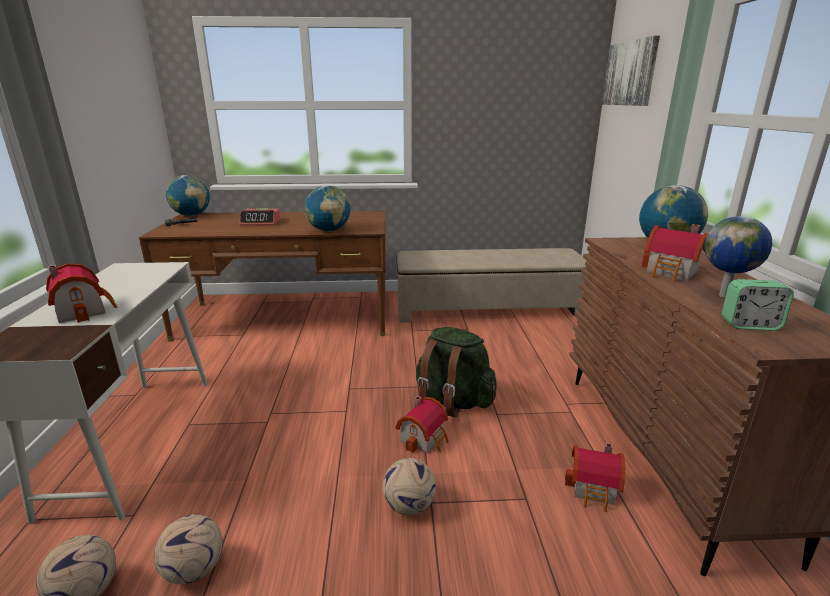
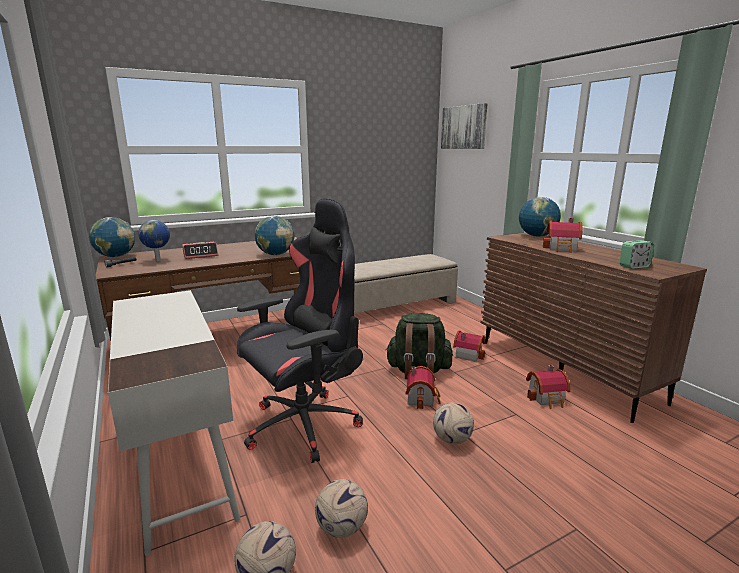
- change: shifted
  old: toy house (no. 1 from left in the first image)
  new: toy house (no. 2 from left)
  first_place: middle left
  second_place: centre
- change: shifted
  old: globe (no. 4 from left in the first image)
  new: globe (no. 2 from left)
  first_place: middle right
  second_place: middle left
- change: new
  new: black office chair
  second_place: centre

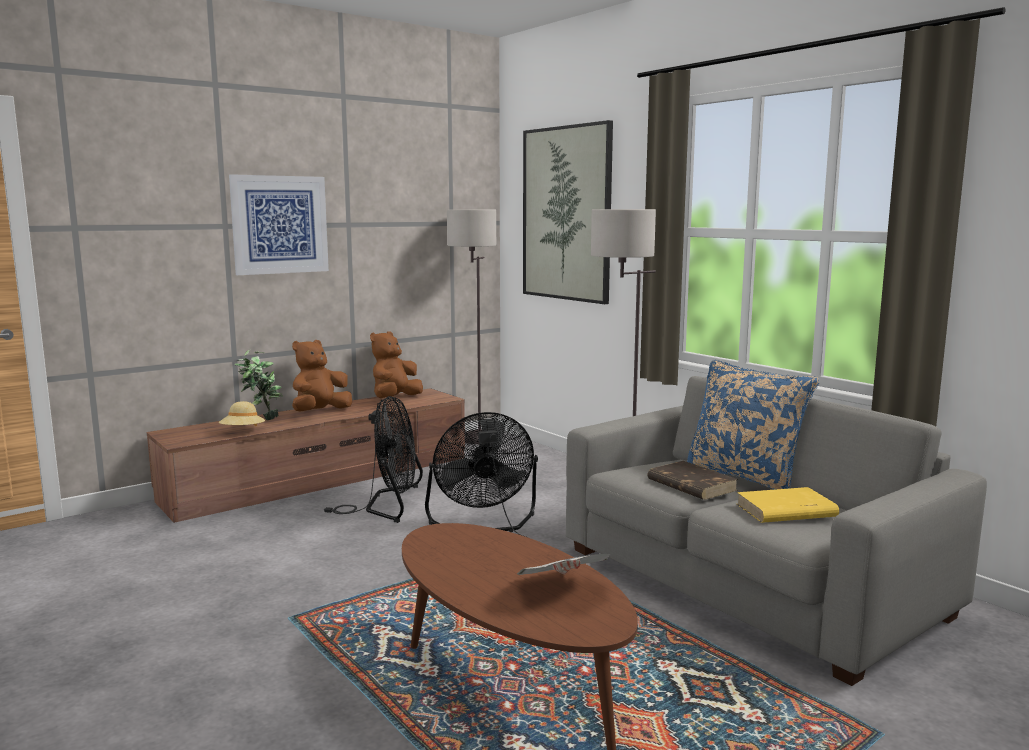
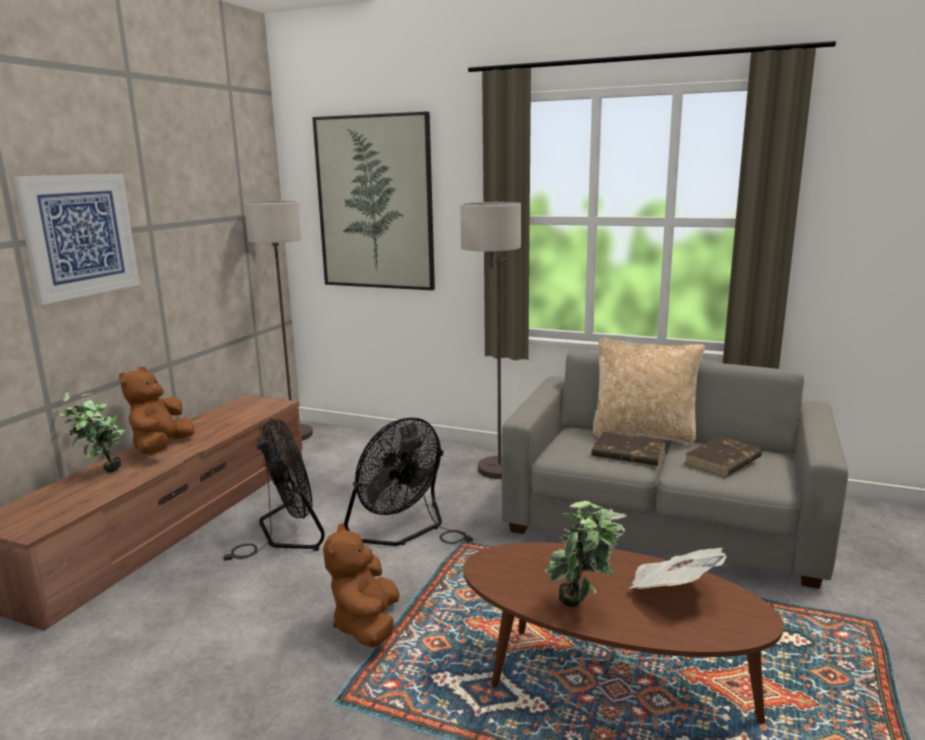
- change: gone
  old: beige hat
  first_place: middle left
- change: shifted
  old: brown plush toy (no. 2 from left)
  first_place: centre
  second_place: bottom centre
- change: repainted
  old: blue pillow
  new: beige pillow
  first_place: middle right
  second_place: middle right
- change: repainted
  old: yellow book
  new: brown book (no. 2 from left)
  first_place: bottom right
  second_place: middle right
- change: new
  new: potted plant (no. 2 from left)
  second_place: bottom centre

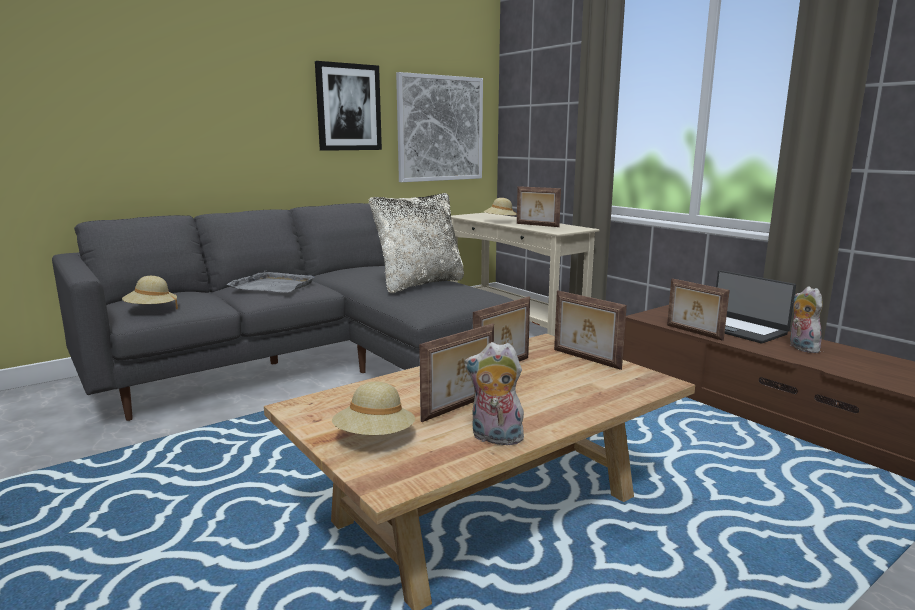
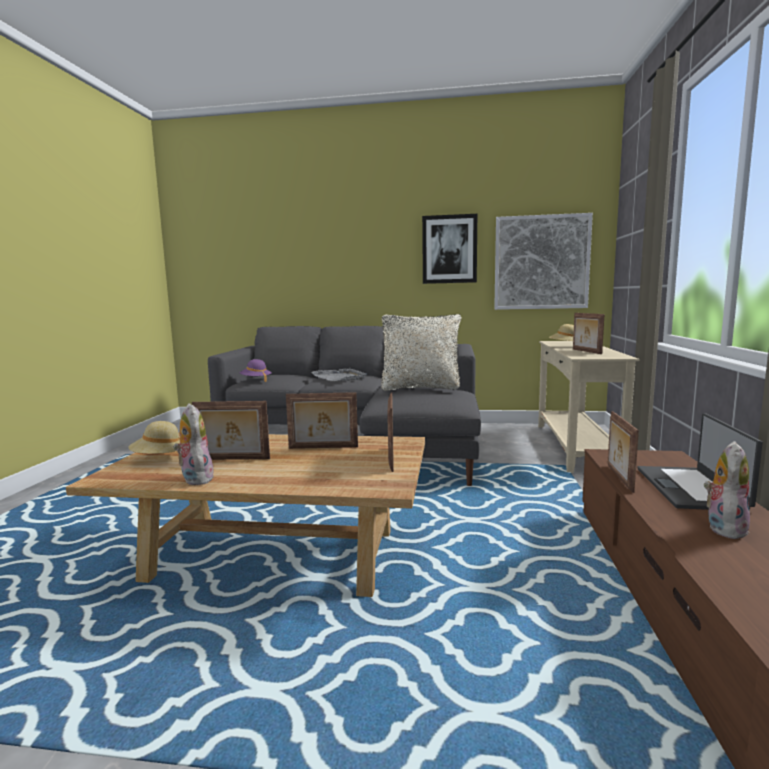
- change: repainted
  old: beige hat (no. 1 from left)
  new: purple hat
  first_place: middle left
  second_place: middle left

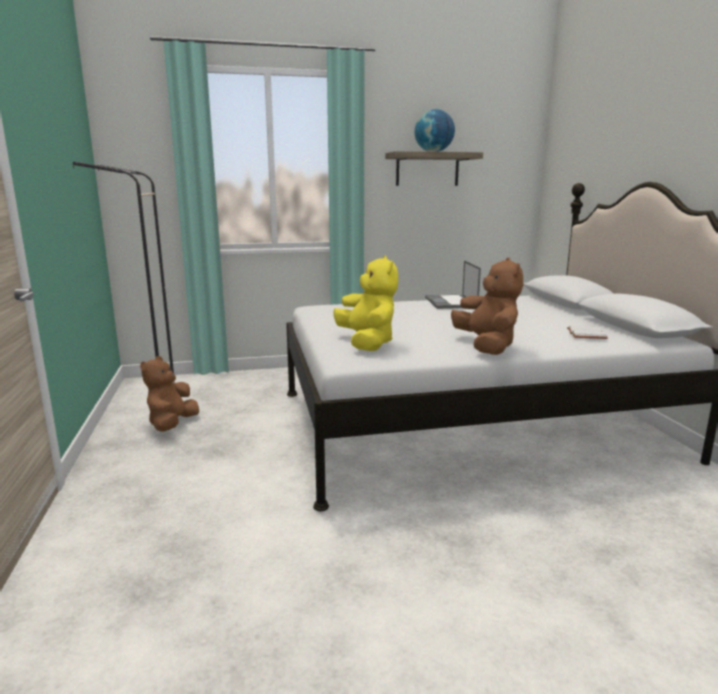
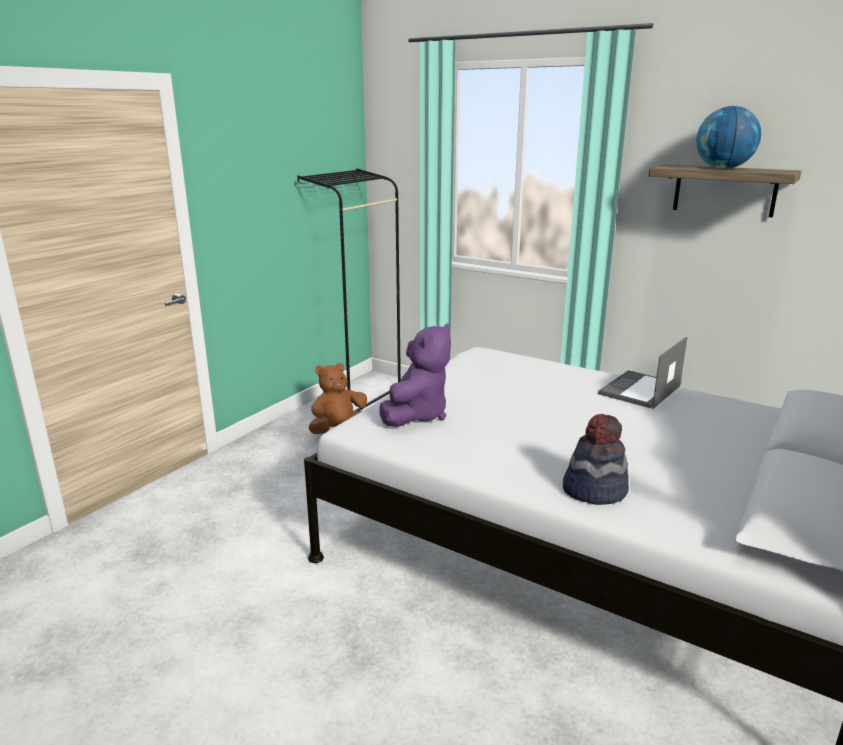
- change: repainted
  old: yellow plush toy
  new: purple plush toy
  first_place: centre
  second_place: centre
- change: gone
  old: brown plush toy (no. 2 from left)
  first_place: middle right
- change: gone
  old: white book
  first_place: middle right
- change: new
  new: hat
  second_place: middle right

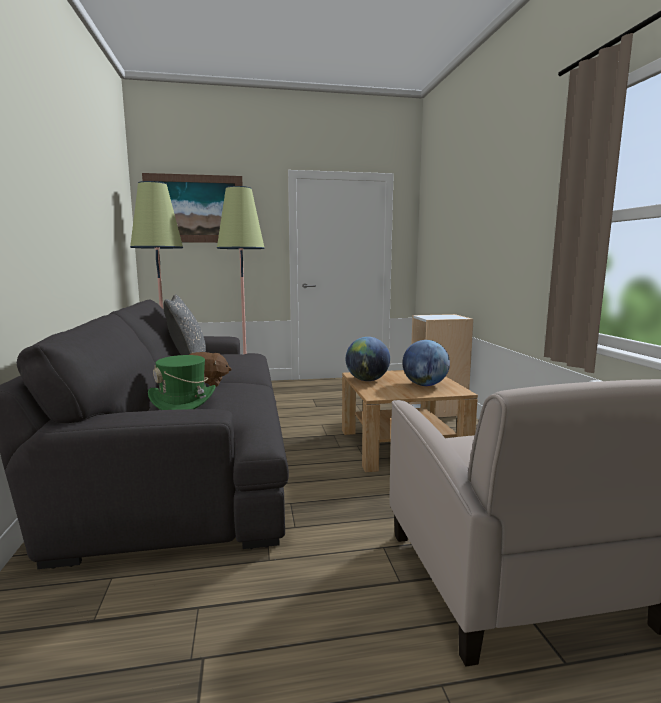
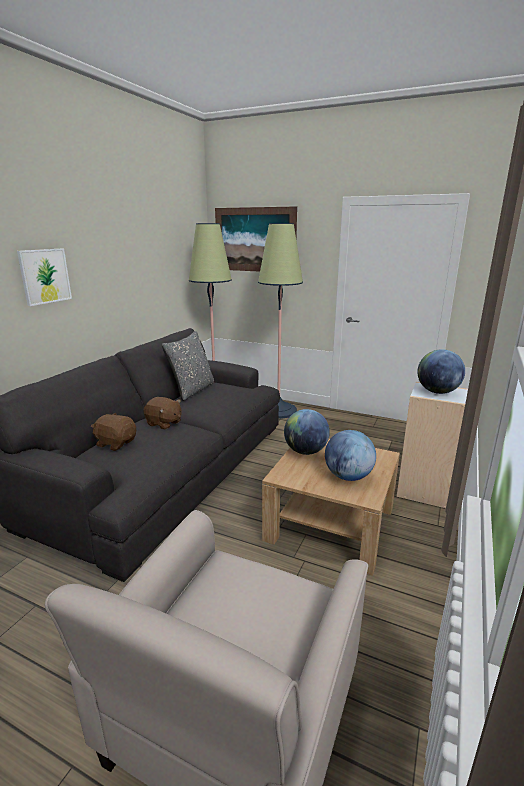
- change: swapped
  old: green hat
  new: brown plush toy (no. 1 from left)
  first_place: middle left
  second_place: middle left
- change: new
  new: picture (no. 1 from left)
  second_place: middle left
- change: new
  new: globe (no. 3 from left)
  second_place: middle right

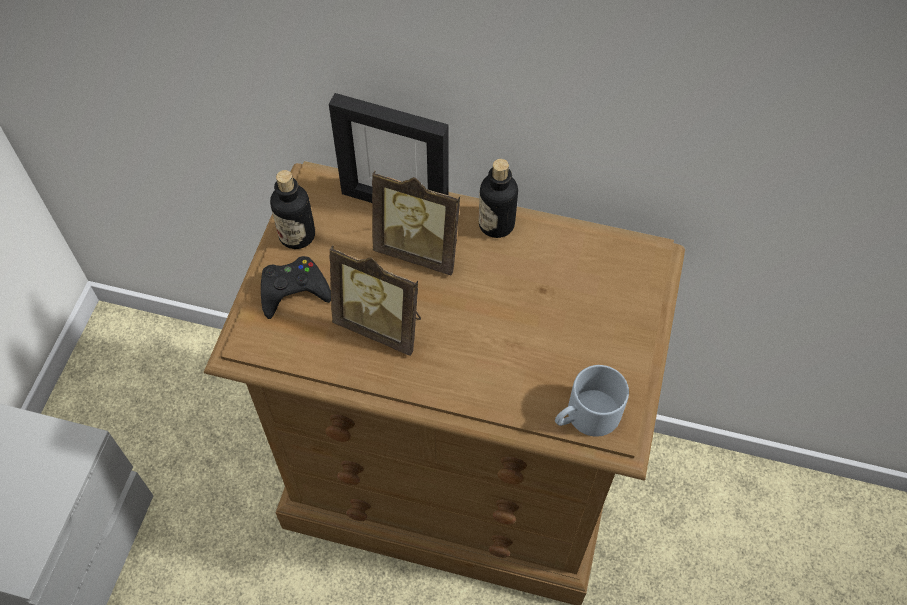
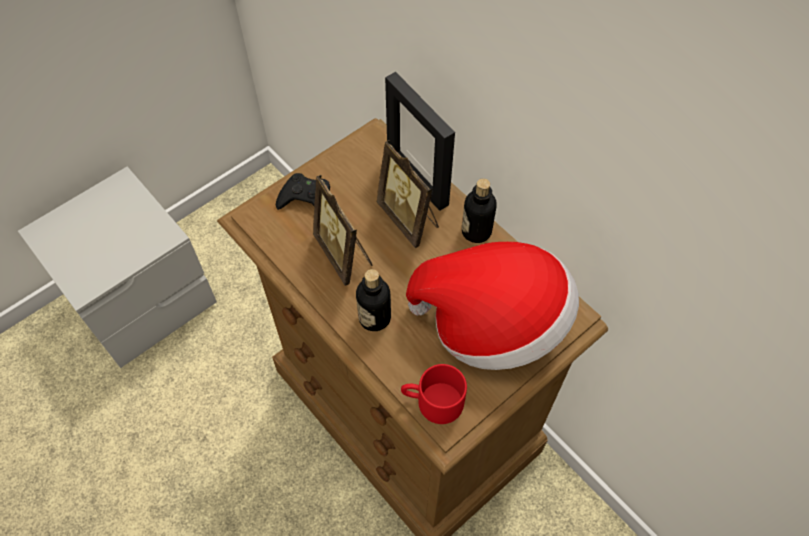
- change: shifted
  old: bottle (no. 1 from left)
  first_place: middle left
  second_place: centre
- change: repainted
  old: grey mug
  new: red mug
  first_place: centre
  second_place: bottom centre
- change: new
  new: hat
  second_place: centre

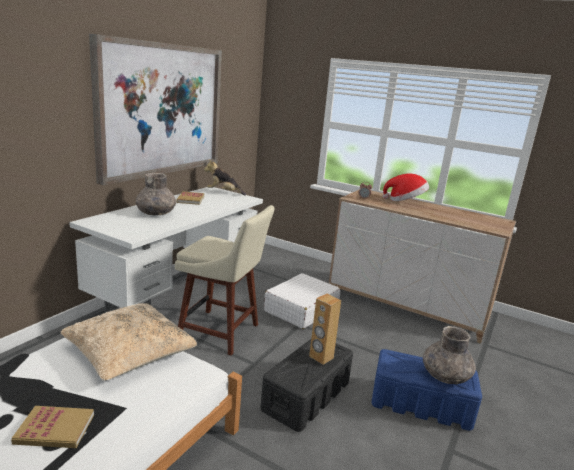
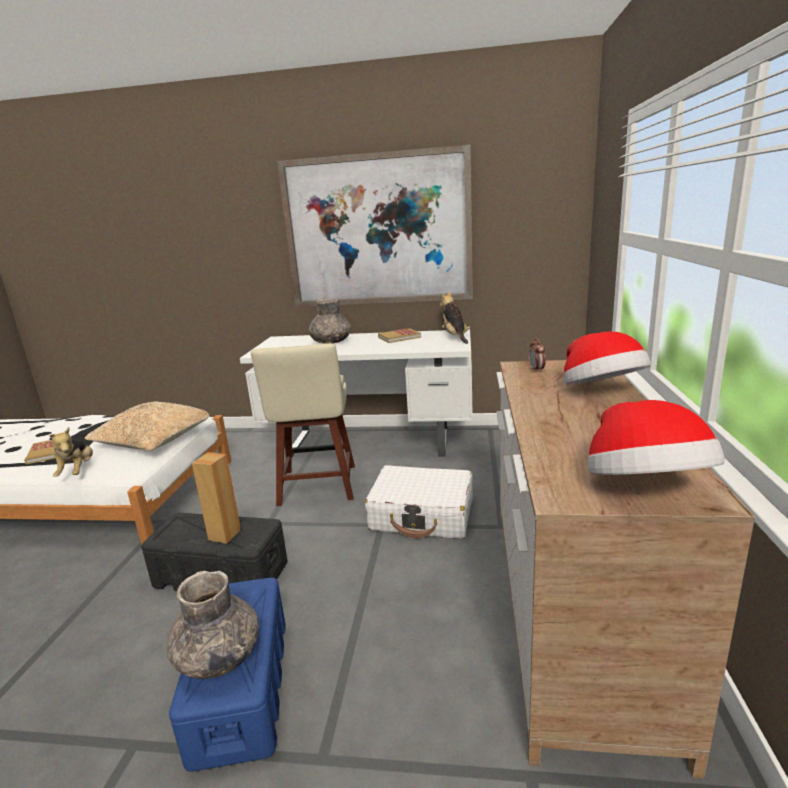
- change: new
  new: plush toy (no. 1 from left)
  second_place: middle left
- change: new
  new: hat (no. 2 from left)
  second_place: middle right

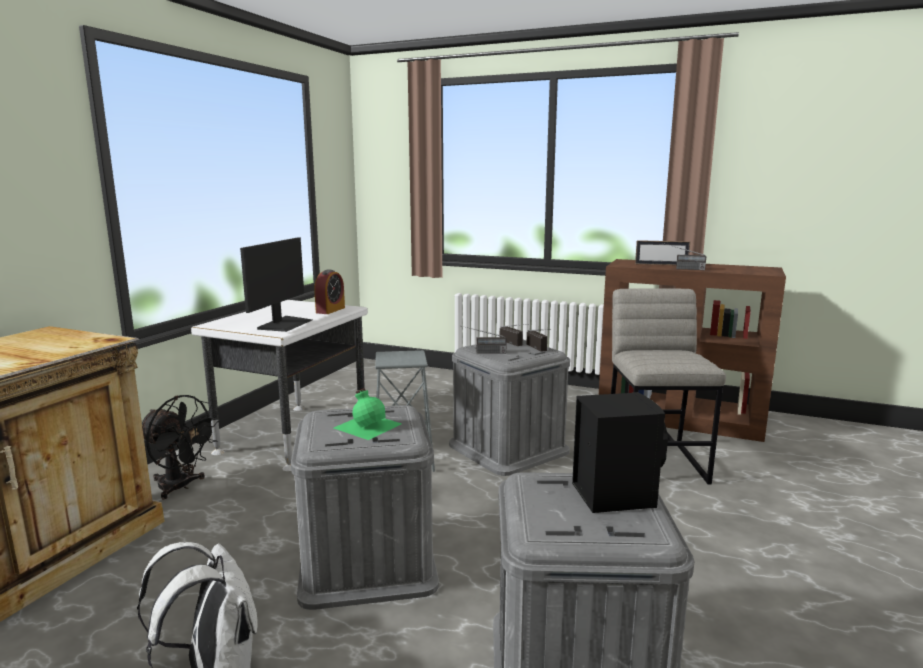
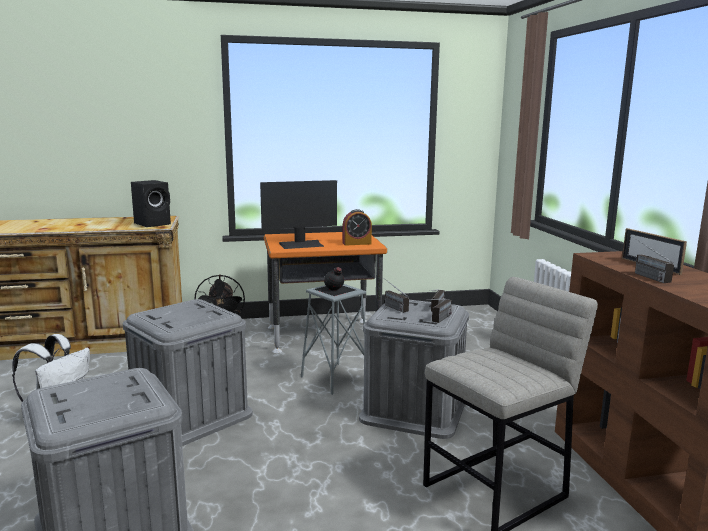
- change: repainted
  old: white desk
  new: orange desk
  first_place: middle left
  second_place: centre
- change: gone
  old: green bottle
  first_place: centre
- change: shifted
  old: black speaker
  first_place: bottom right
  second_place: middle left
- change: new
  new: black bottle
  second_place: centre

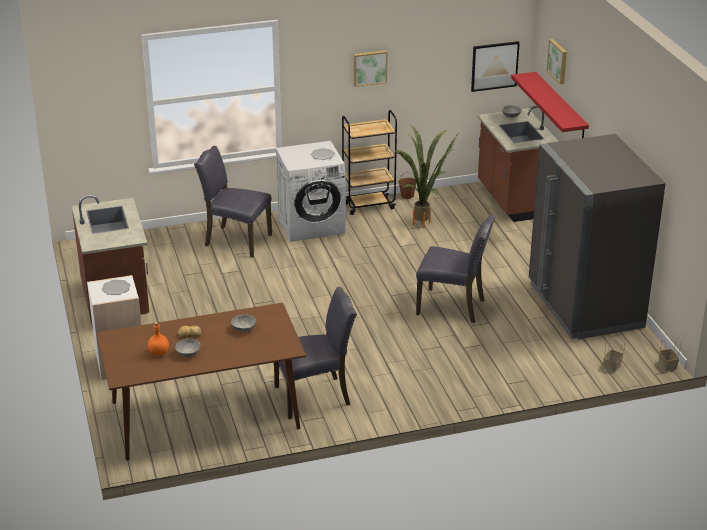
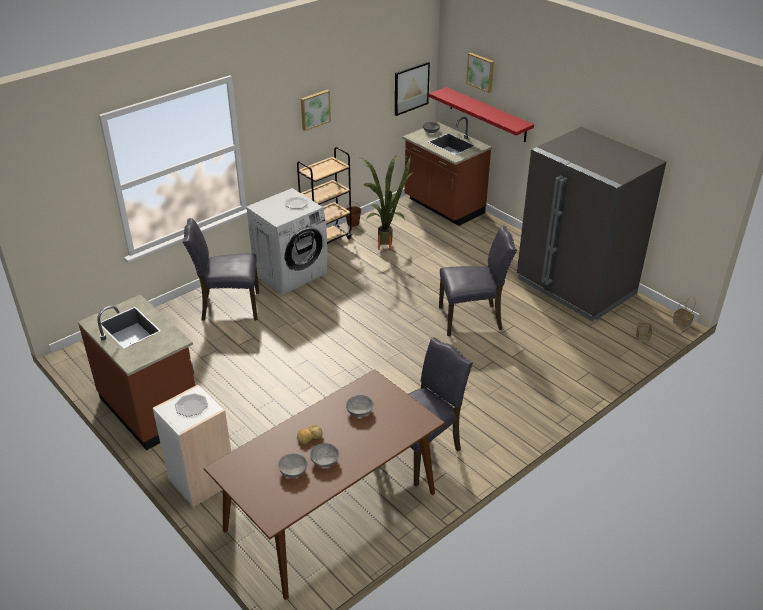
- change: swapped
  old: orange bottle
  new: grey bowl (no. 1 from left)
  first_place: middle left
  second_place: bottom centre

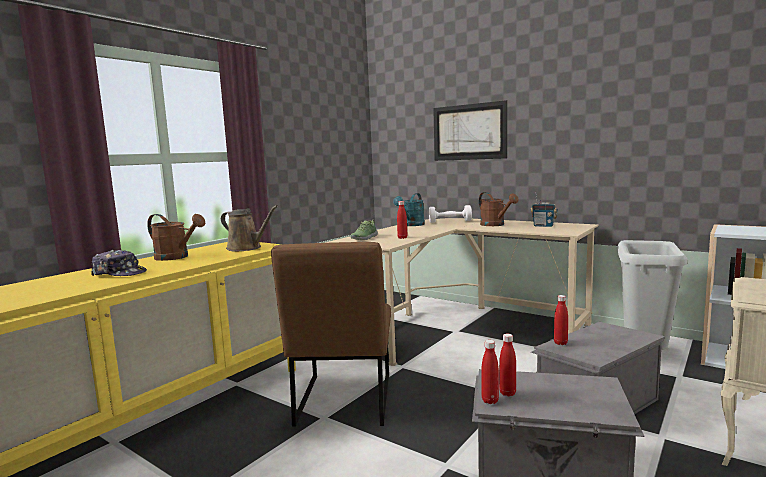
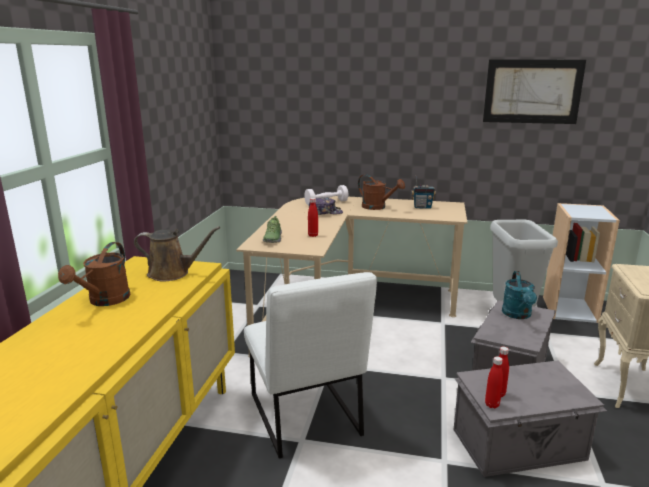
- change: shifted
  old: cap
  first_place: middle left
  second_place: centre
- change: rotated
  old: brown watering can (no. 1 from left)
  first_place: middle left
  second_place: middle left
  degrees: 105
- change: repainted
  old: brown chair
  new: white chair
  first_place: bottom centre
  second_place: bottom centre
- change: shifted
  old: turquoise watering can
  first_place: centre
  second_place: middle right
- change: shifted
  old: picture
  first_place: top centre
  second_place: top right
- change: gone
  old: red bottle (no. 4 from left)
  first_place: bottom right

